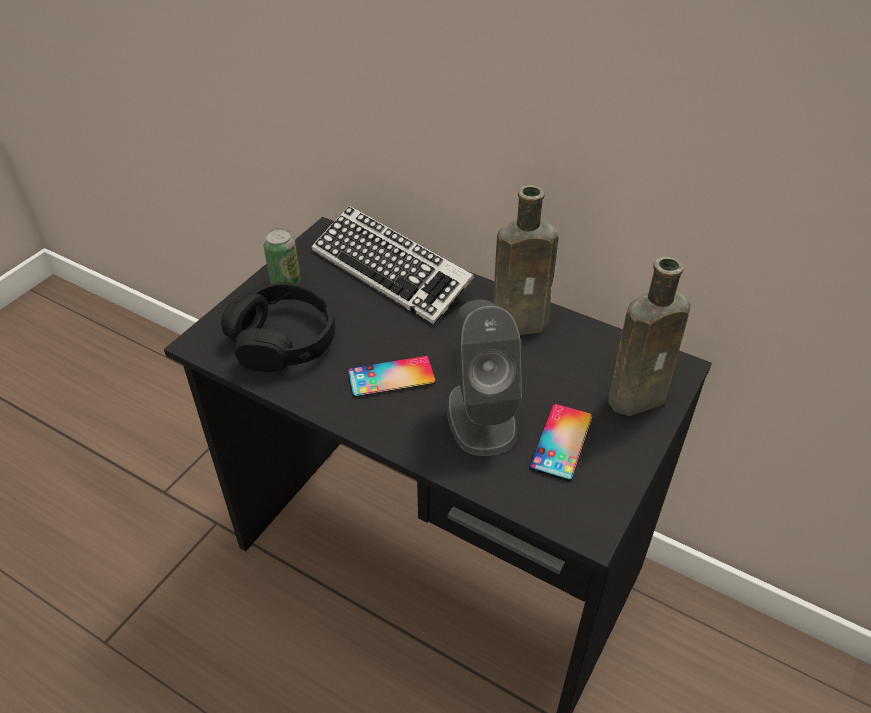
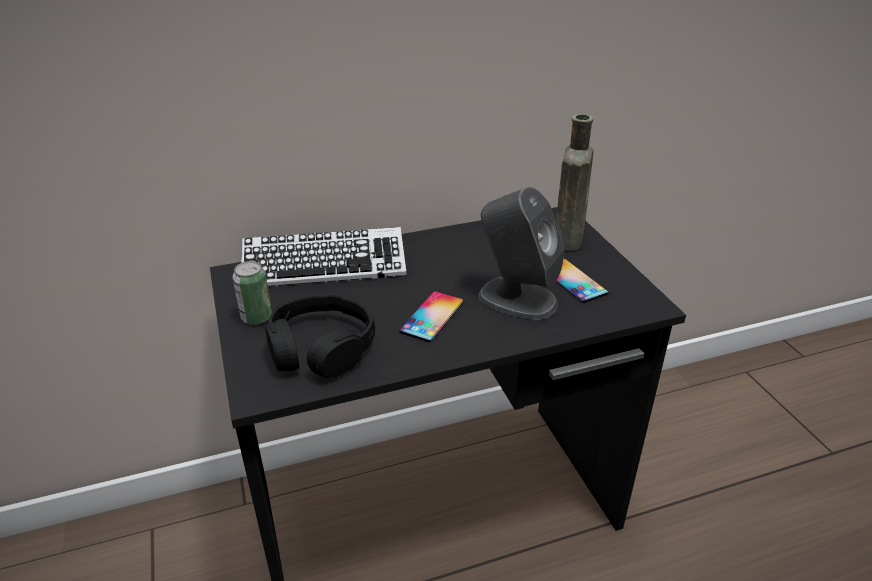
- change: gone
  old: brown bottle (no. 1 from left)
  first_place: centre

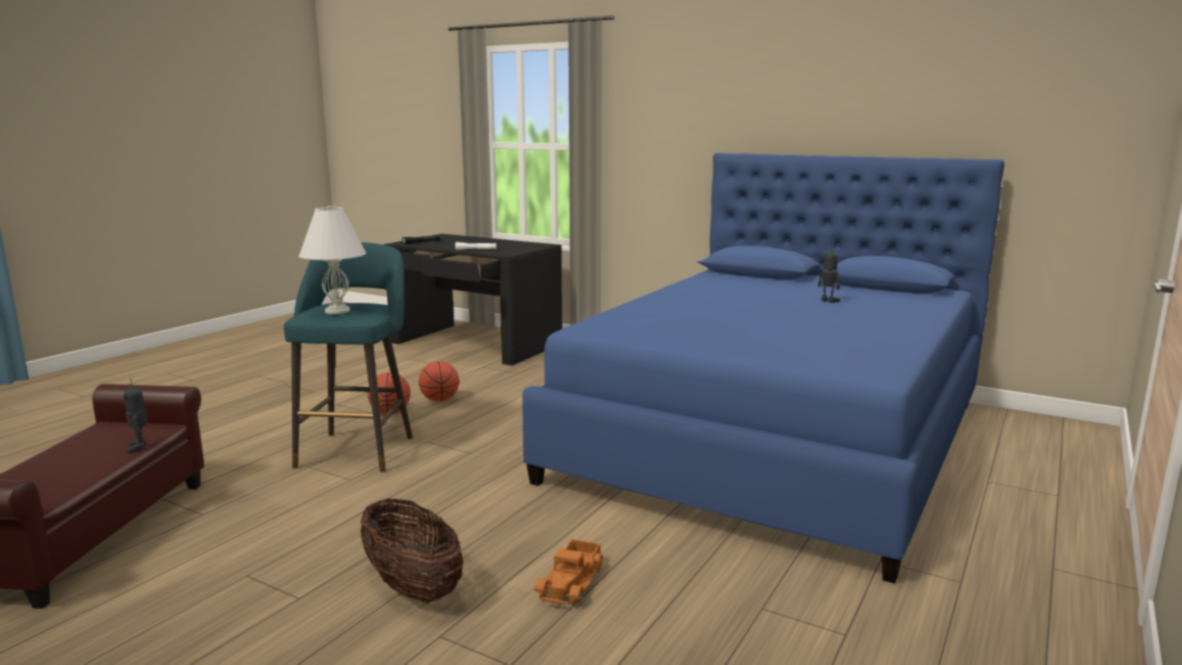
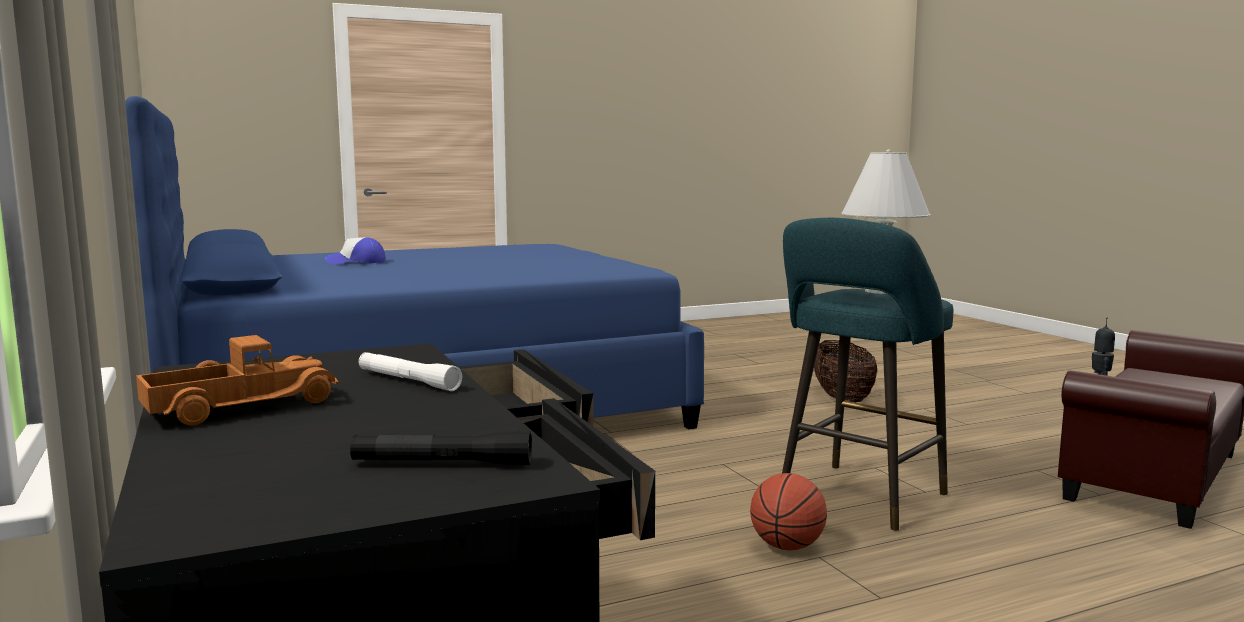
- change: gone
  old: basketball (no. 2 from left)
  first_place: centre
- change: shifted
  old: toy truck
  first_place: bottom centre
  second_place: middle left
- change: swapped
  old: toy robot (no. 2 from left)
  new: cap
  first_place: middle right
  second_place: middle left

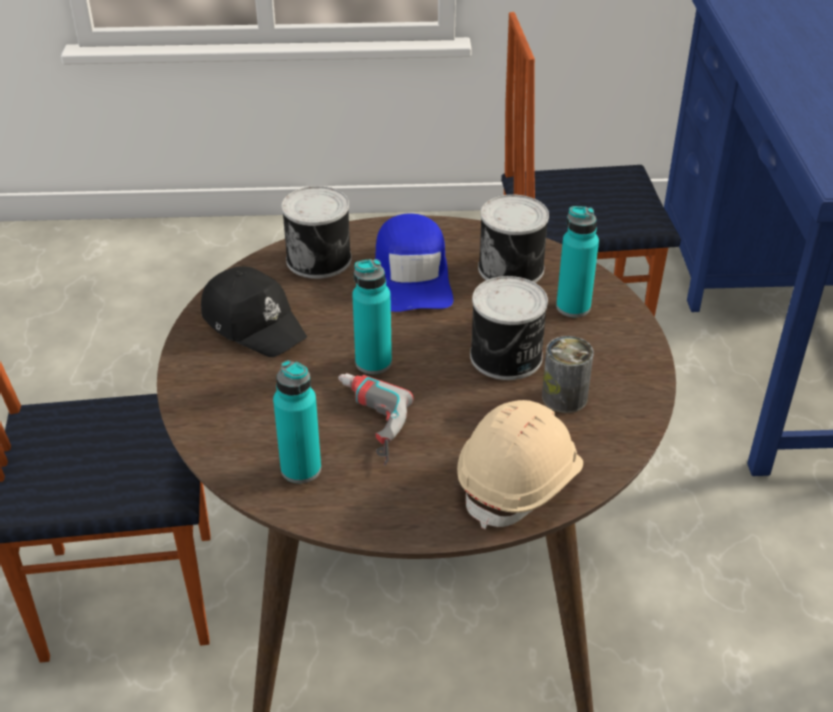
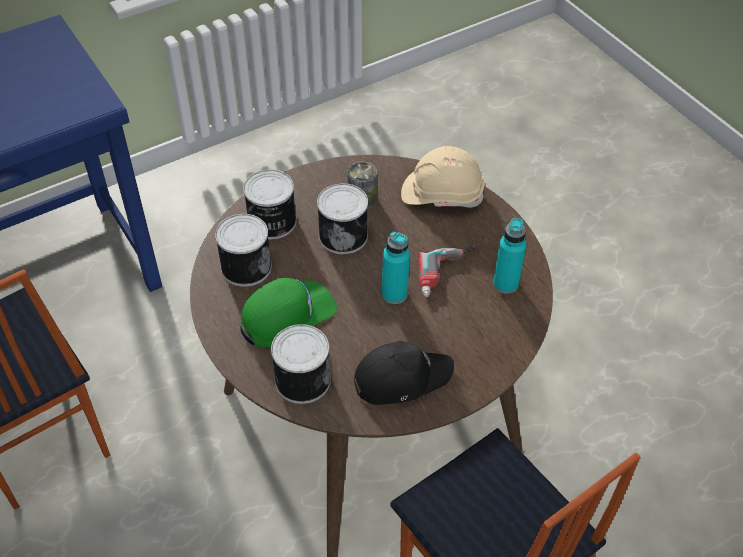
- change: rotated
  old: black cap
  first_place: middle left
  second_place: bottom centre
  degrees: 60
- change: repainted
  old: blue cap
  new: green cap
  first_place: centre
  second_place: centre
- change: swapped
  old: turquoise bottle (no. 3 from left)
  new: can (no. 2 from left)
  first_place: middle right
  second_place: centre

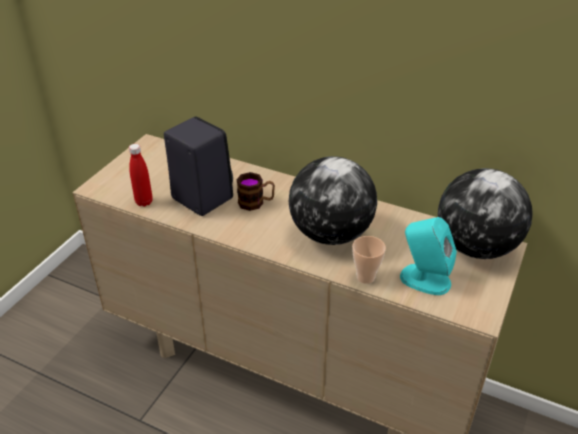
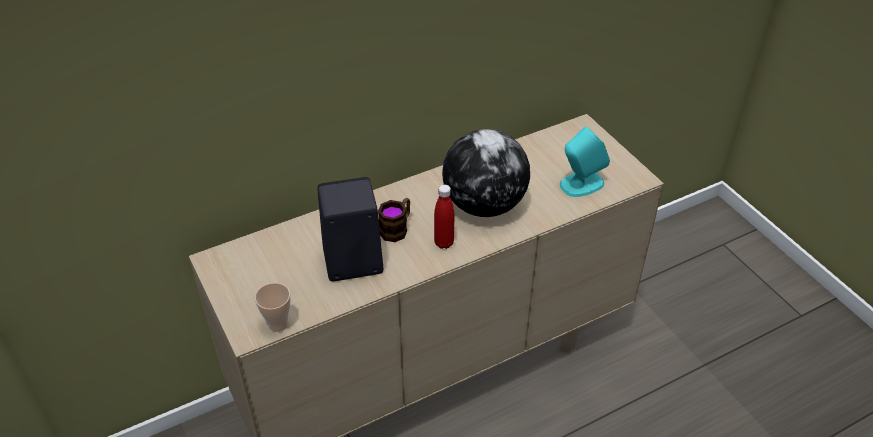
- change: shifted
  old: red bottle
  first_place: middle left
  second_place: centre
- change: shifted
  old: cup
  first_place: centre
  second_place: bottom left
- change: gone
  old: globe (no. 2 from left)
  first_place: middle right

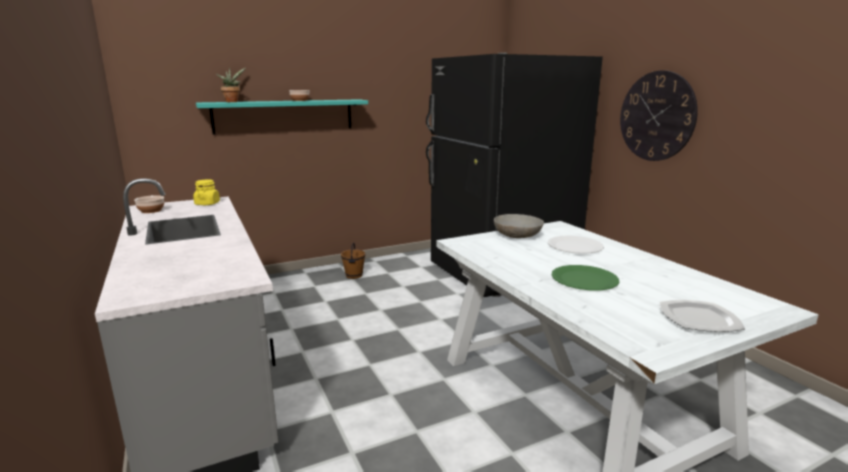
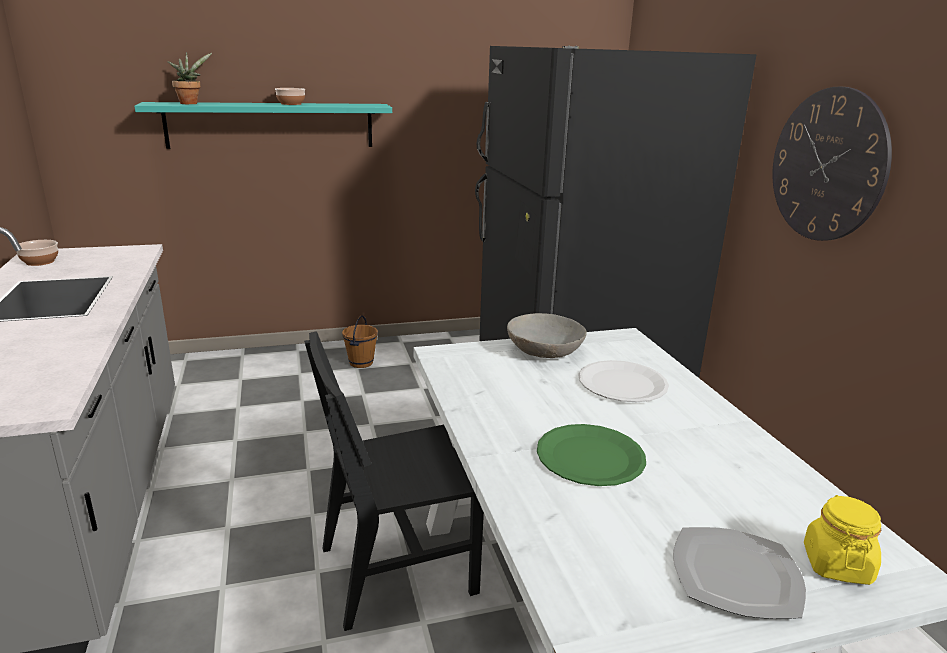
- change: shifted
  old: yellow jar
  first_place: middle left
  second_place: bottom right
- change: new
  new: black chair
  second_place: bottom centre

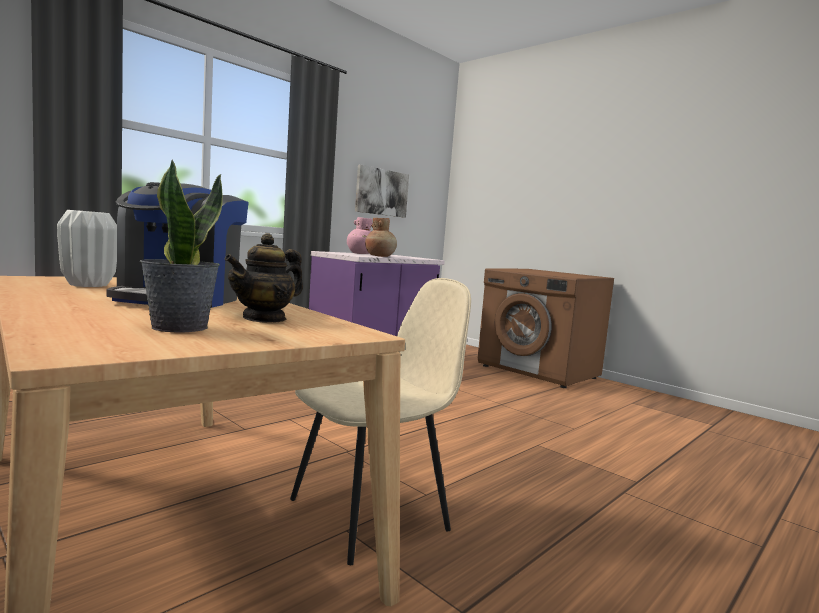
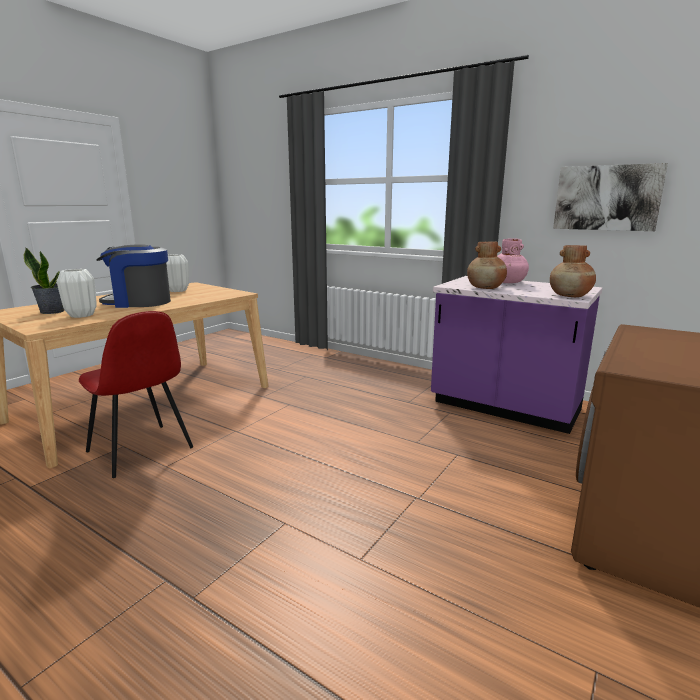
- change: swapped
  old: teapot
  new: white vase (no. 1 from left)
  first_place: middle left
  second_place: middle left
- change: repainted
  old: beige chair
  new: red chair
  first_place: bottom centre
  second_place: middle left
- change: new
  new: brown vase (no. 2 from left)
  second_place: middle right

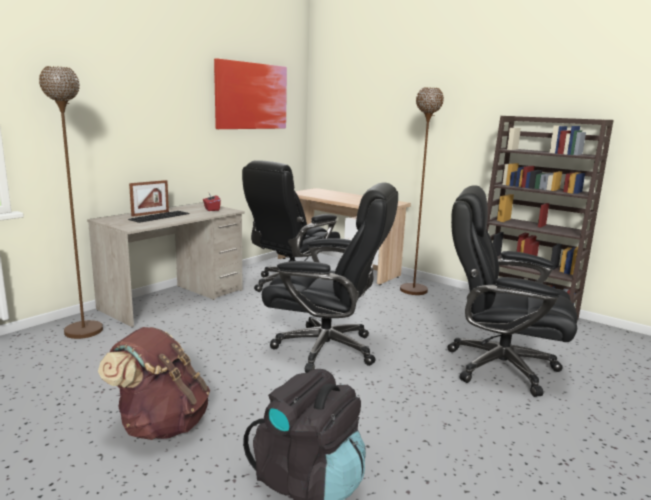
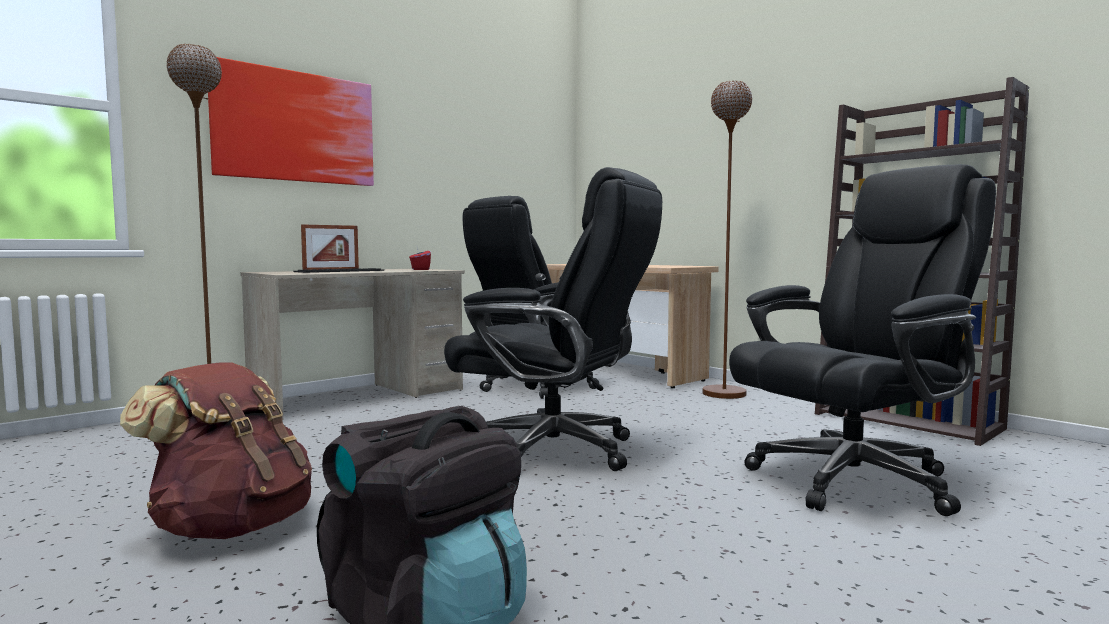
- change: shifted
  old: picture
  first_place: top centre
  second_place: top left
- change: rotated
  old: black office chair (no. 3 from left)
  first_place: middle right
  second_place: middle right
  degrees: 120

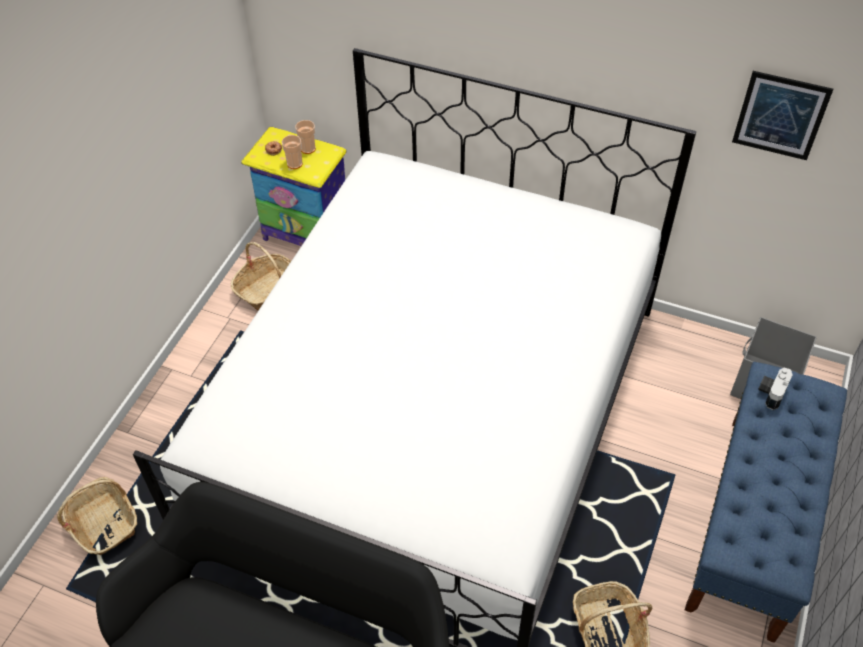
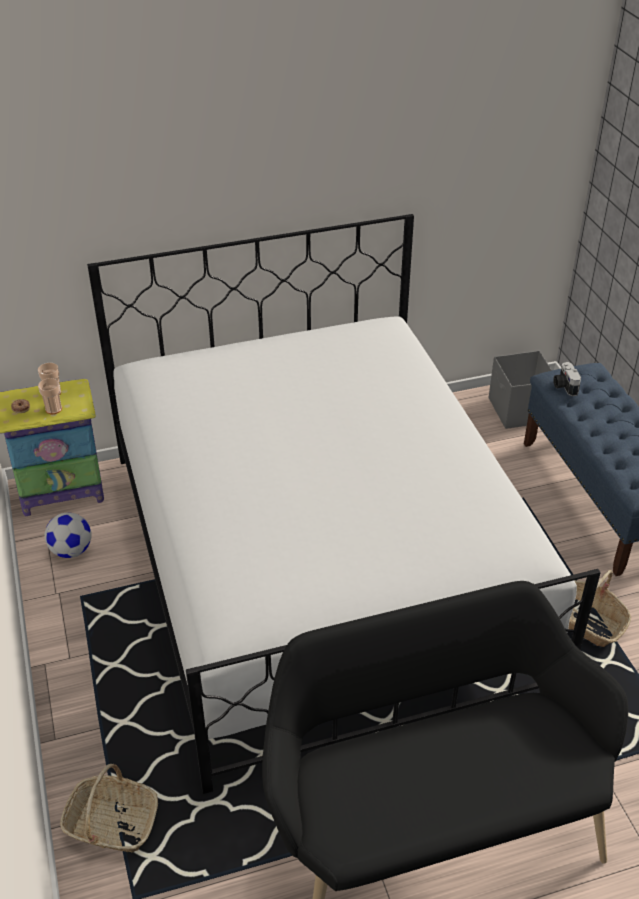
- change: swapped
  old: basket (no. 2 from left)
  new: football
  first_place: middle left
  second_place: middle left
- change: gone
  old: picture
  first_place: top right

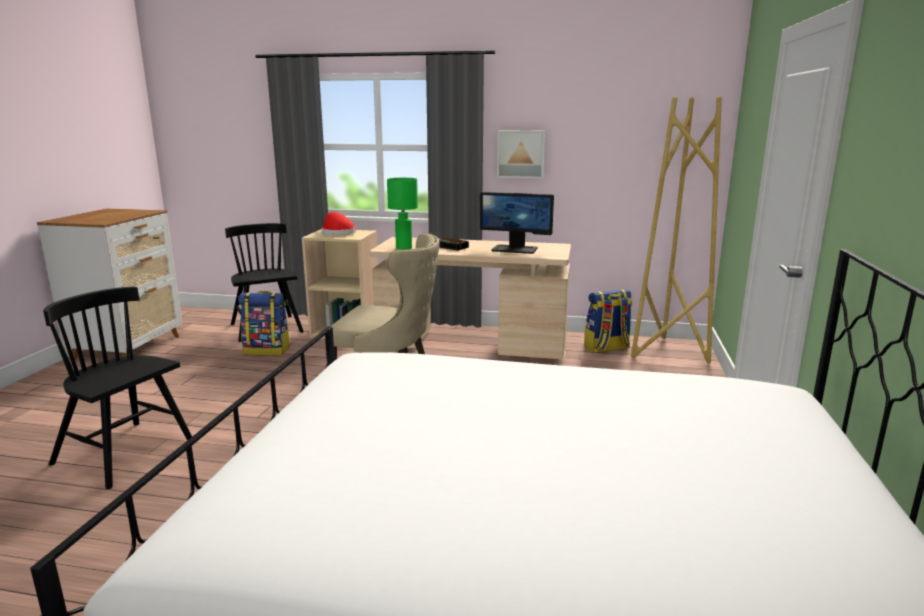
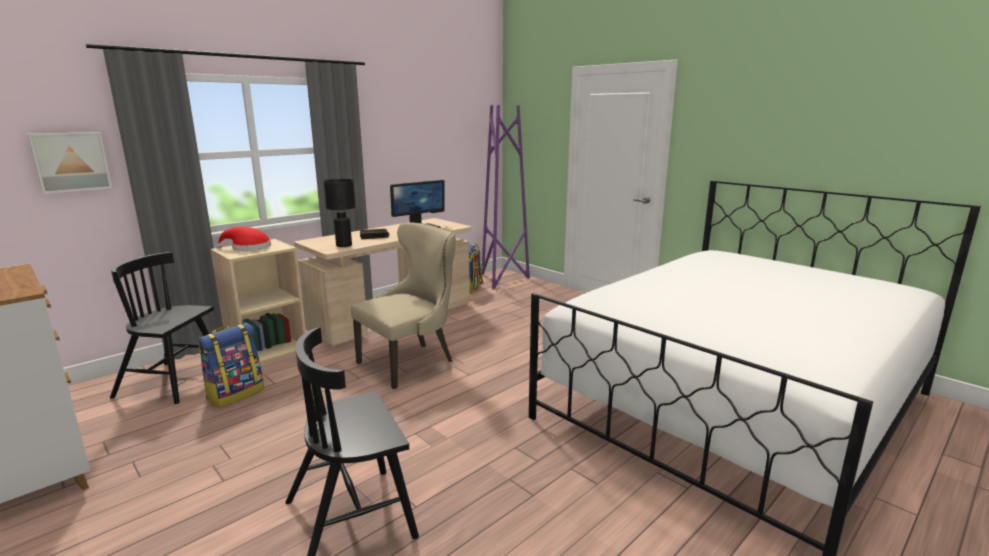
- change: repainted
  old: green table lamp
  new: black table lamp
  first_place: centre
  second_place: centre
- change: shifted
  old: picture
  first_place: top centre
  second_place: top left
- change: repainted
  old: yellow clothes rack
  new: purple clothes rack
  first_place: middle right
  second_place: centre

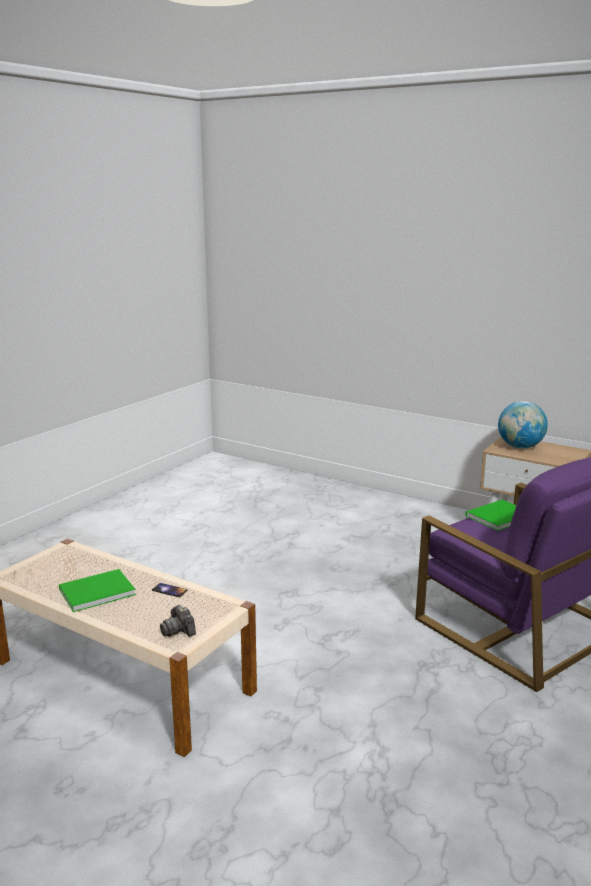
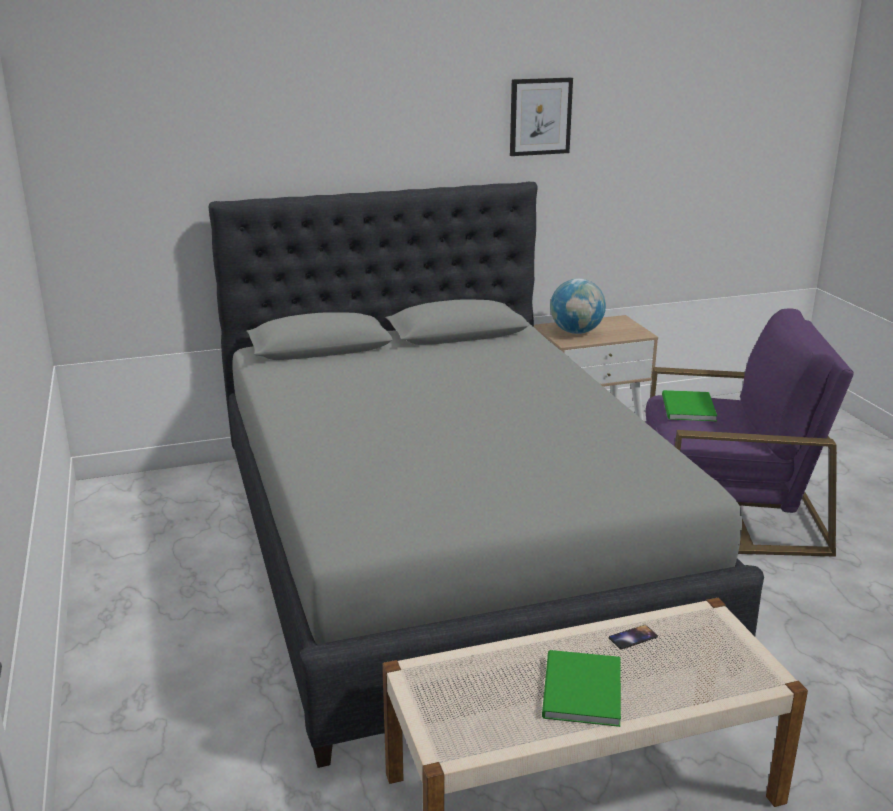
- change: gone
  old: photo camera
  first_place: bottom left
- change: new
  new: grey bed
  second_place: centre
- change: new
  new: picture
  second_place: top centre

